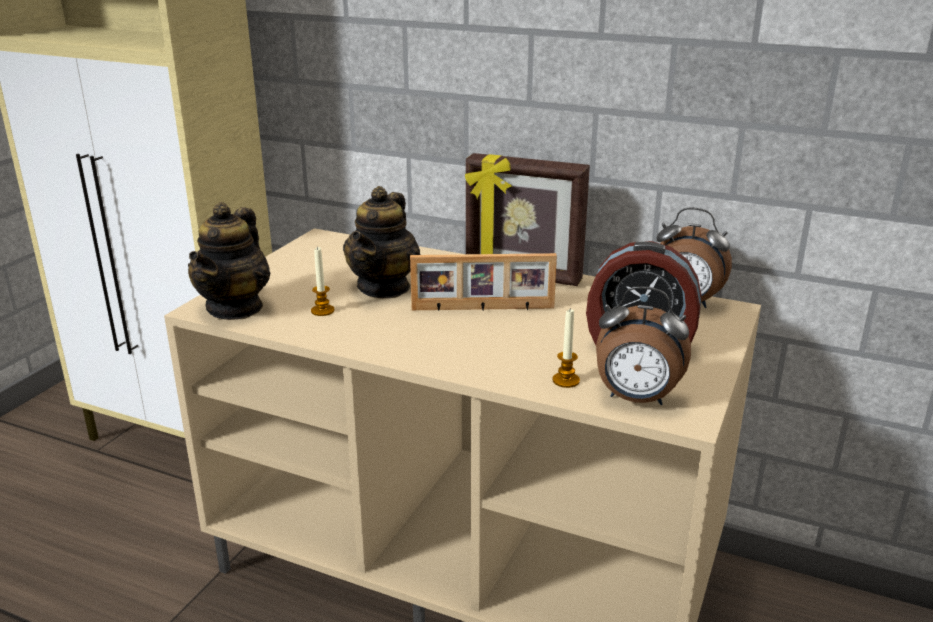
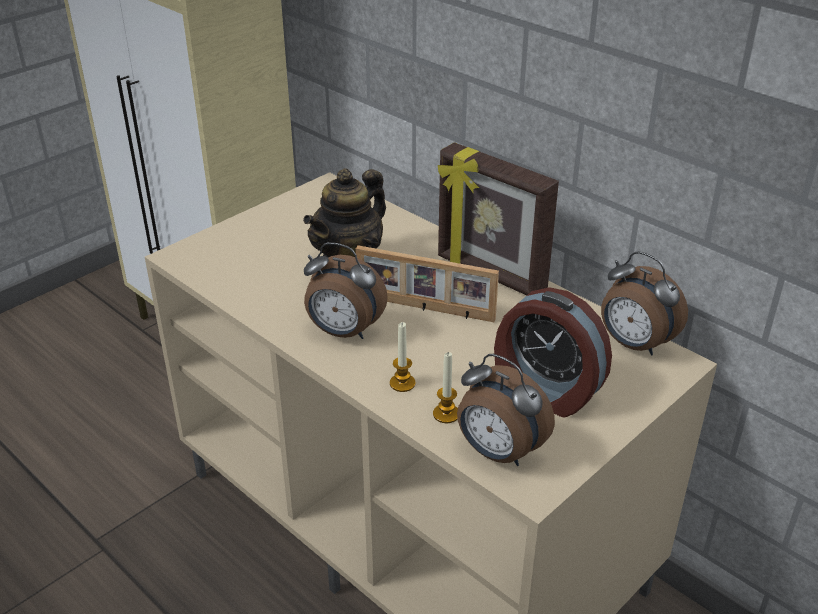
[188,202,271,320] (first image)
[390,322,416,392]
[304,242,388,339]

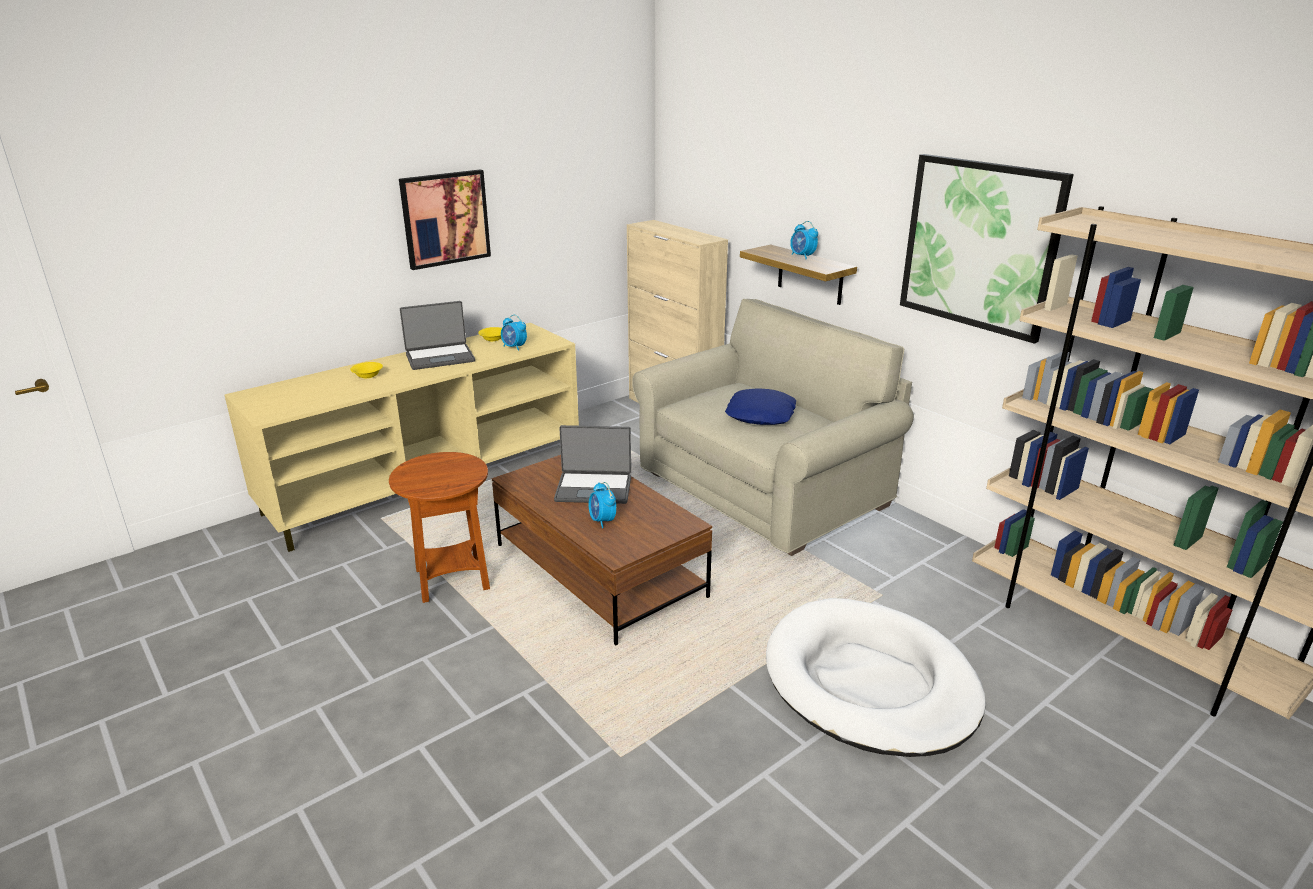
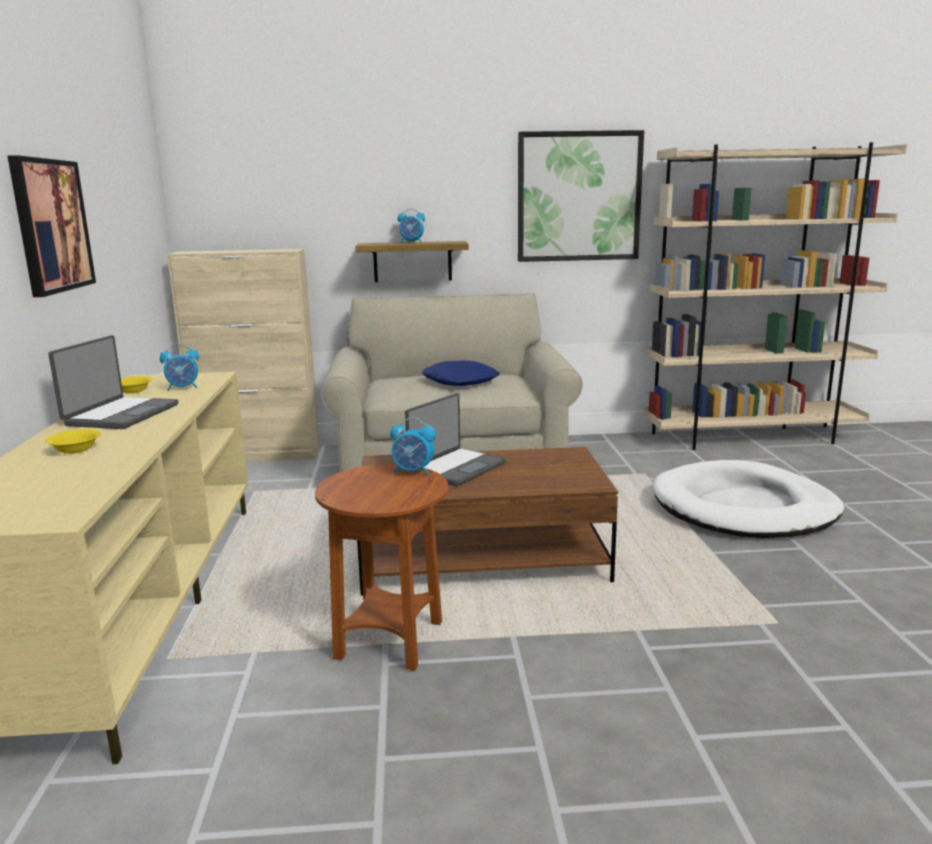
[390,417,436,475]

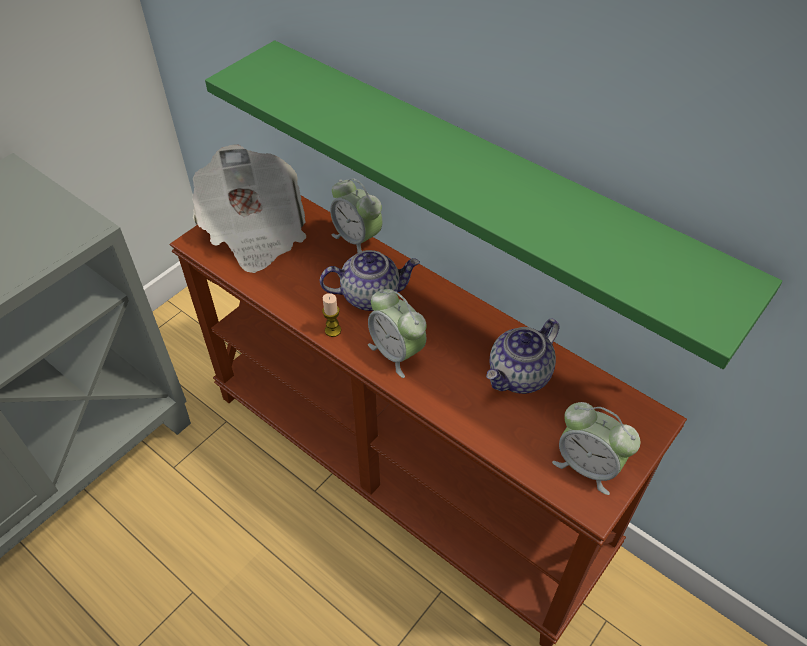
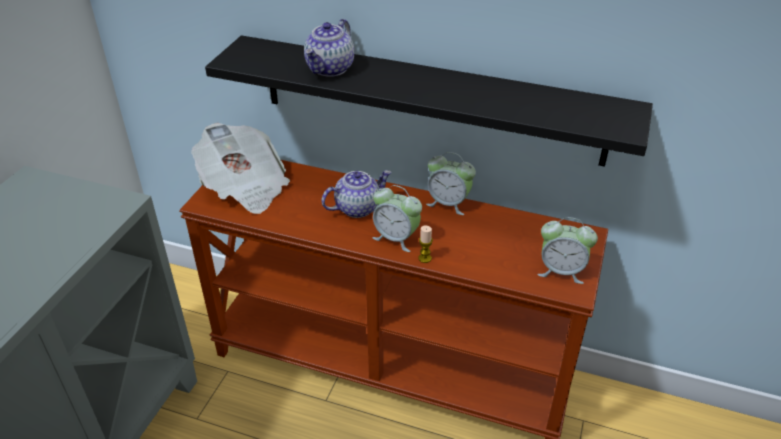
[205,35,653,167]
[426,152,476,215]
[418,226,433,263]
[304,19,354,77]

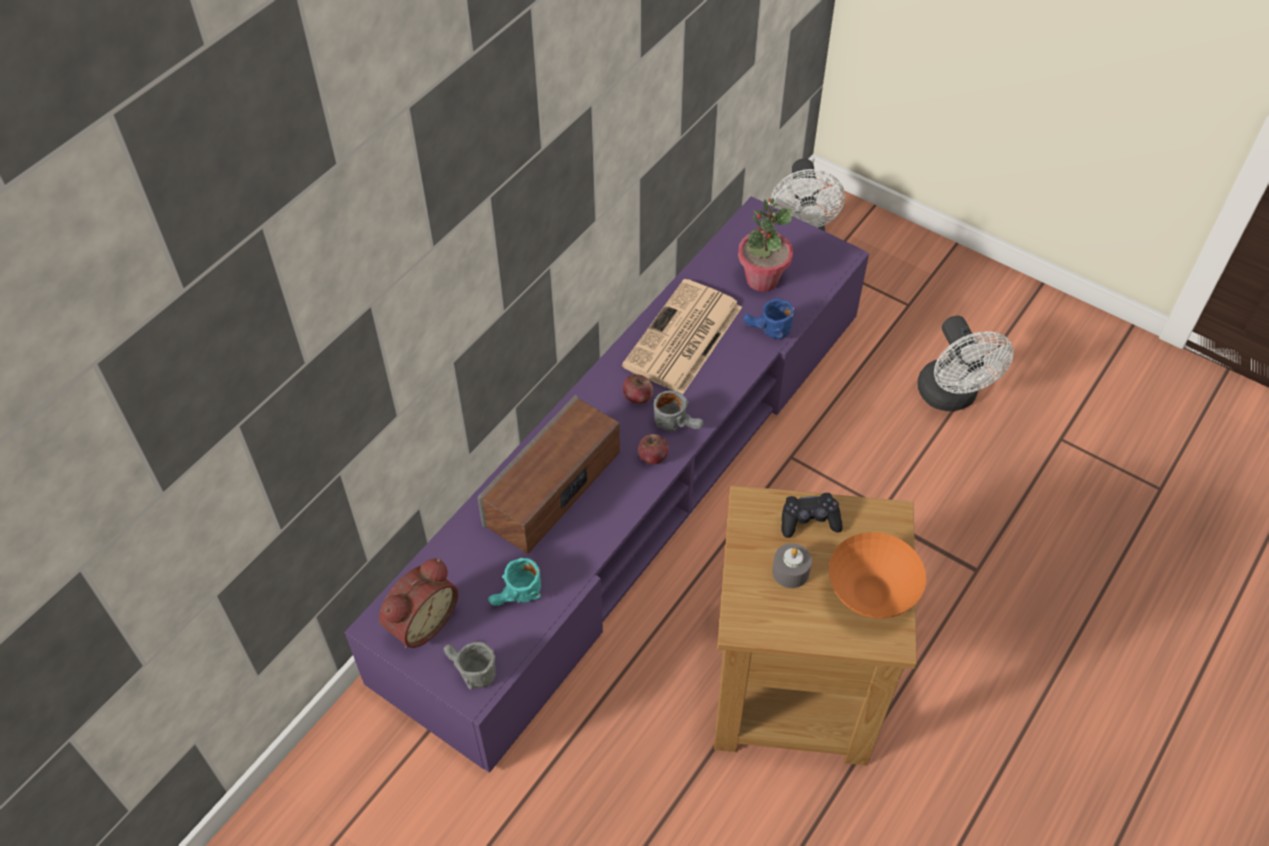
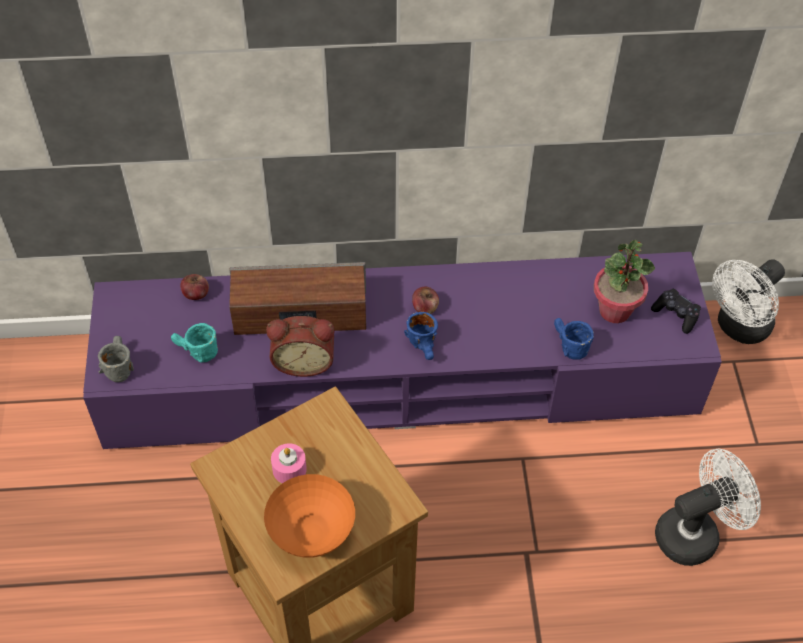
[622,279,742,394] (first image)
[655,449,761,566]
[404,312,438,360]
[180,274,209,300]
[651,289,701,334]
[271,443,307,483]
[266,316,335,377]

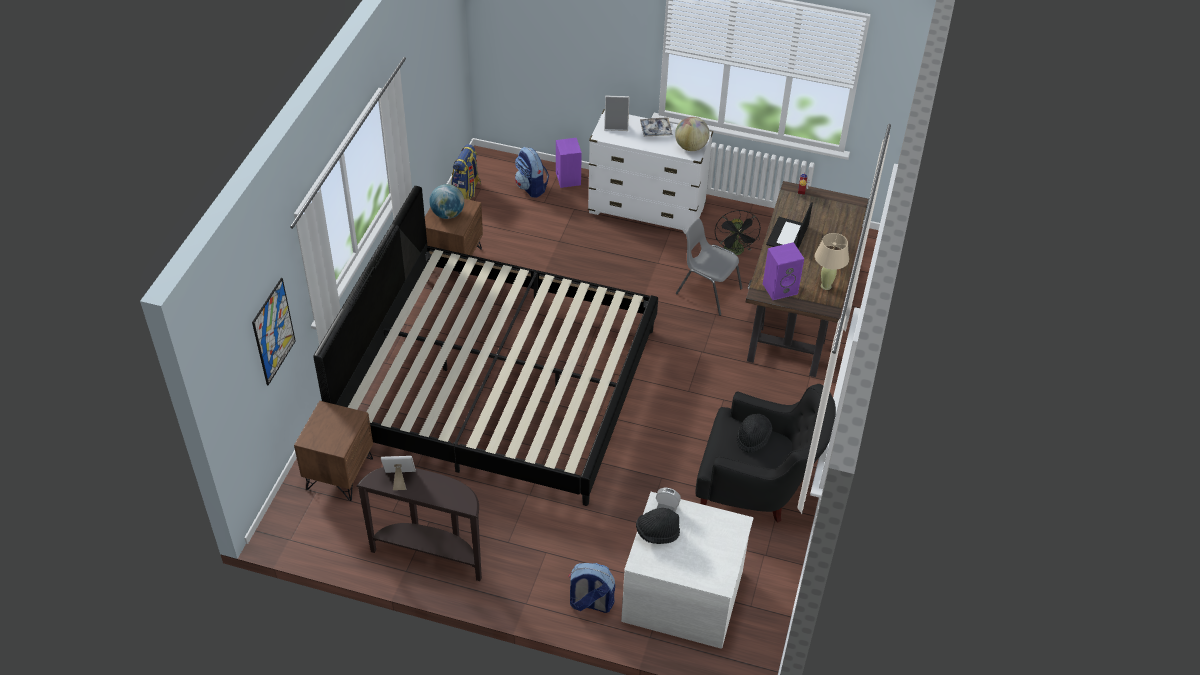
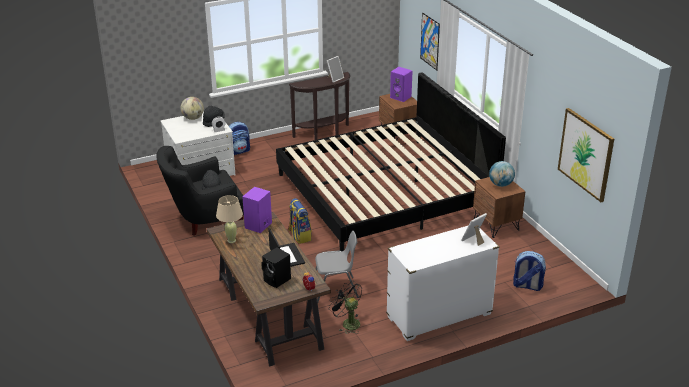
[181,97,204,120]
[640,118,672,137] (first image)
[390,67,412,102]
[288,198,312,244]
[558,108,614,202]
[261,247,291,288]

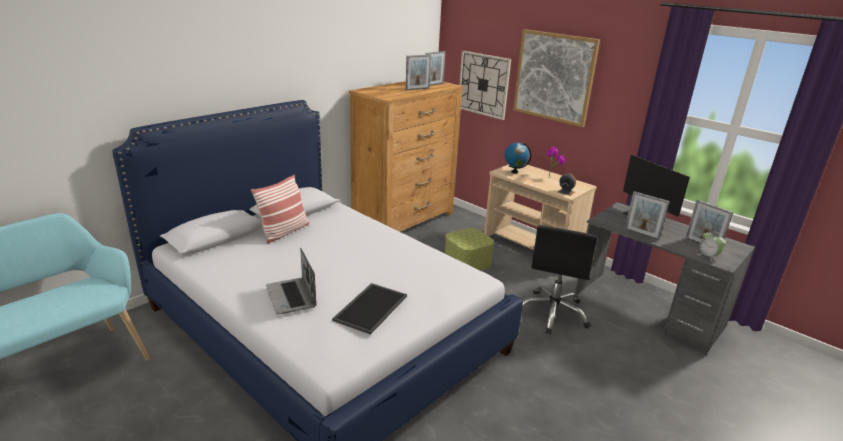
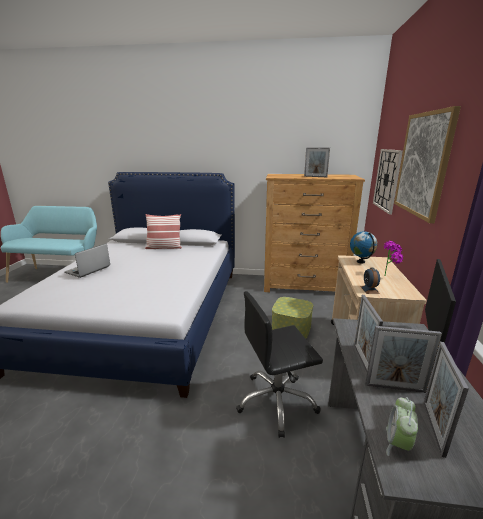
[365,326,442,393]
[332,283,407,334] (first image)

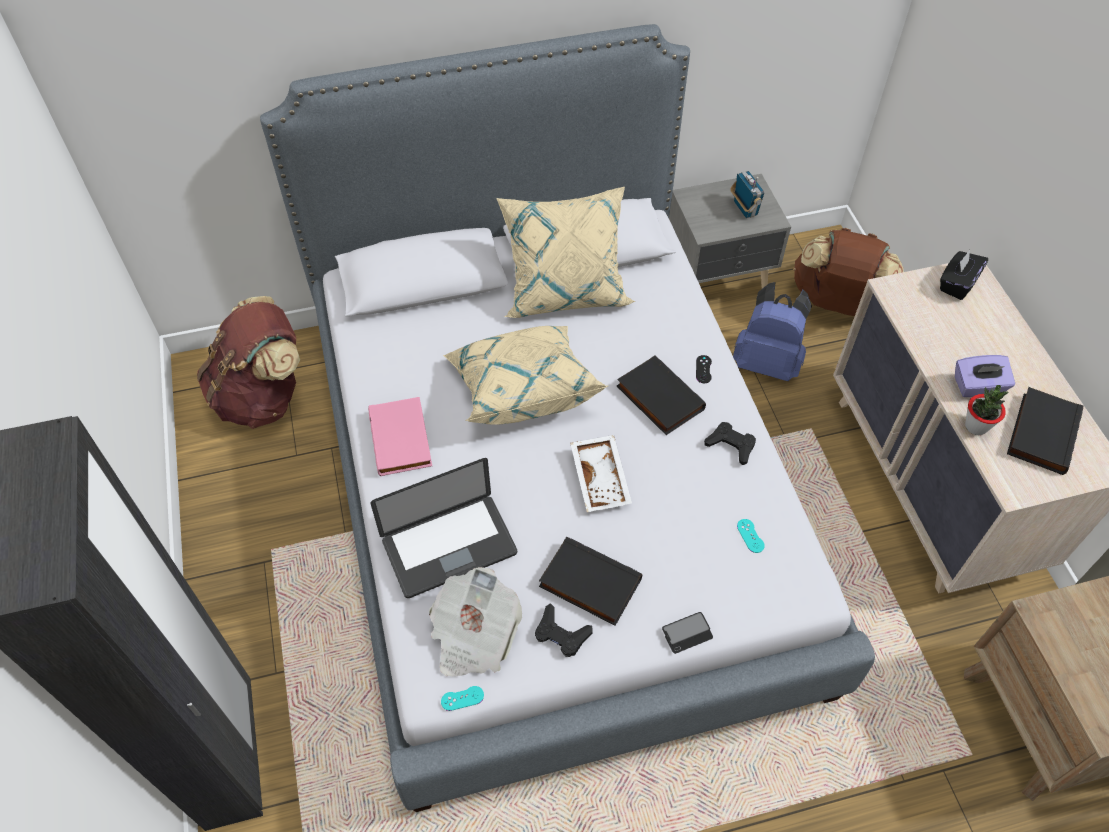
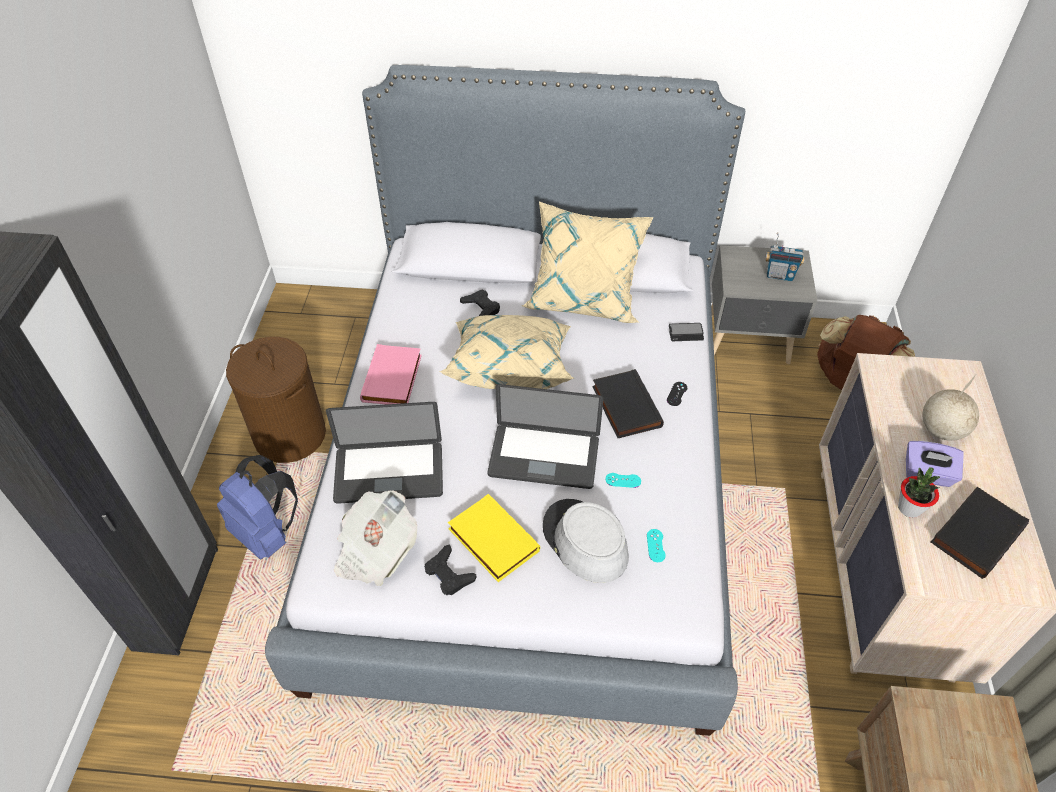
[765,232,805,281]
[940,250,988,300] (first image)
[217,455,298,559]
[197,296,300,429] (first image)
[460,290,500,316]
[487,384,604,489]
[448,494,540,582]
[669,323,704,341]
[605,473,641,488]
[226,337,326,463]
[922,375,979,441]
[543,499,629,583]

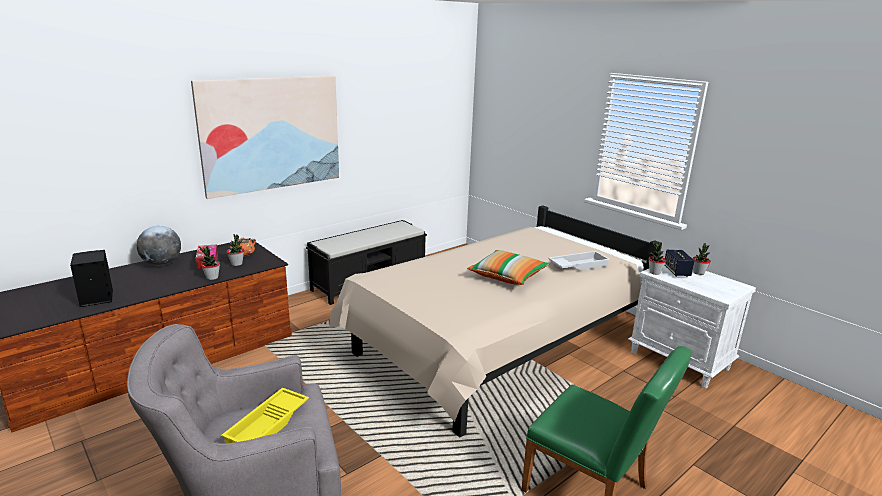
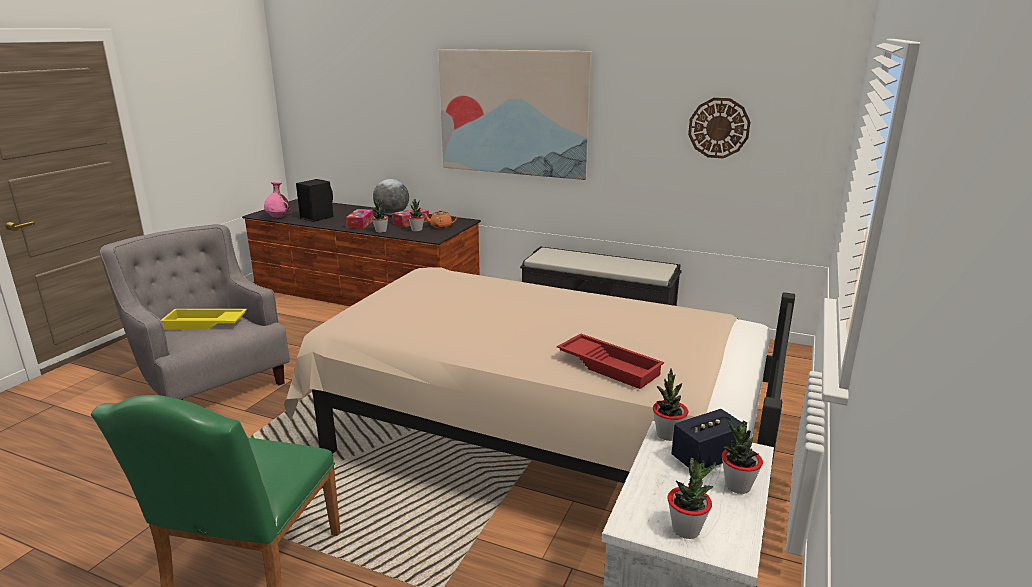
[467,250,549,285] (first image)
[557,334,664,389]
[688,98,750,158]
[264,182,290,219]
[346,209,373,229]
[667,458,716,539]

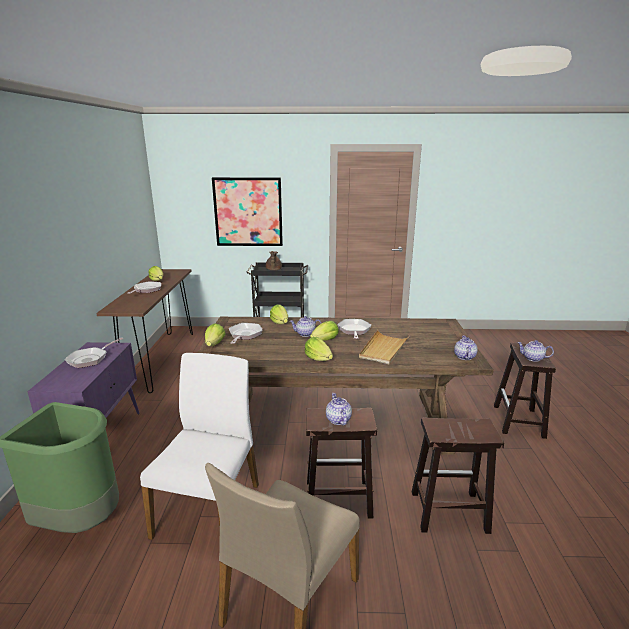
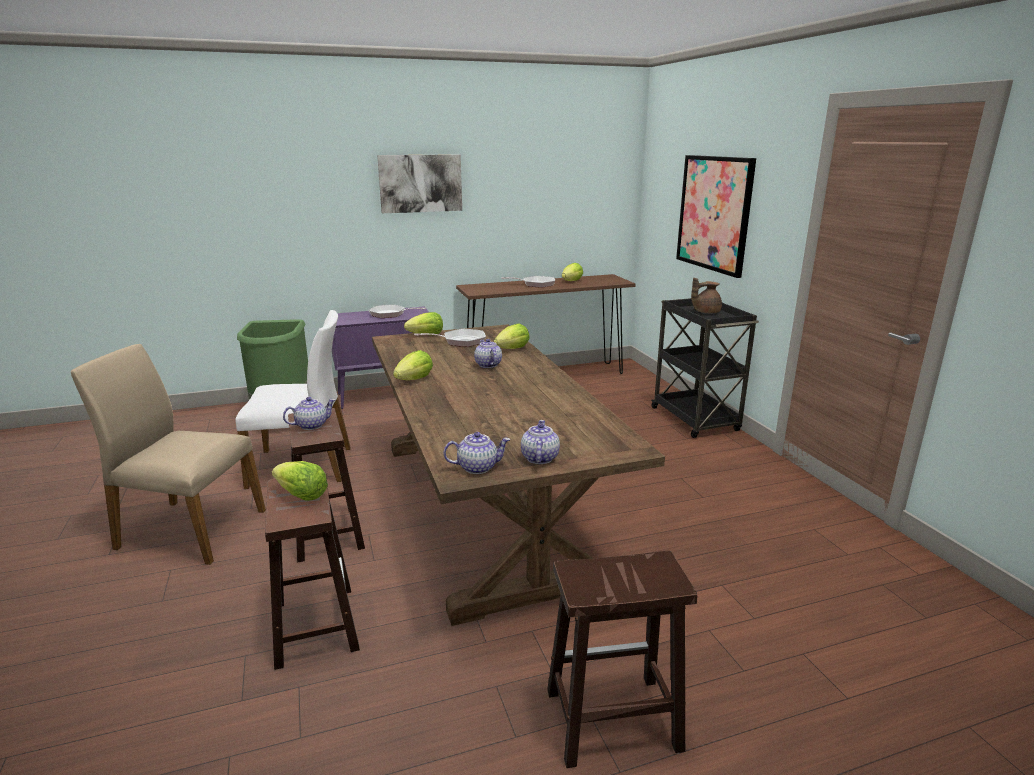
[337,319,371,339] (first image)
[272,461,328,501]
[359,330,410,365] (first image)
[521,420,560,464]
[377,154,462,213]

